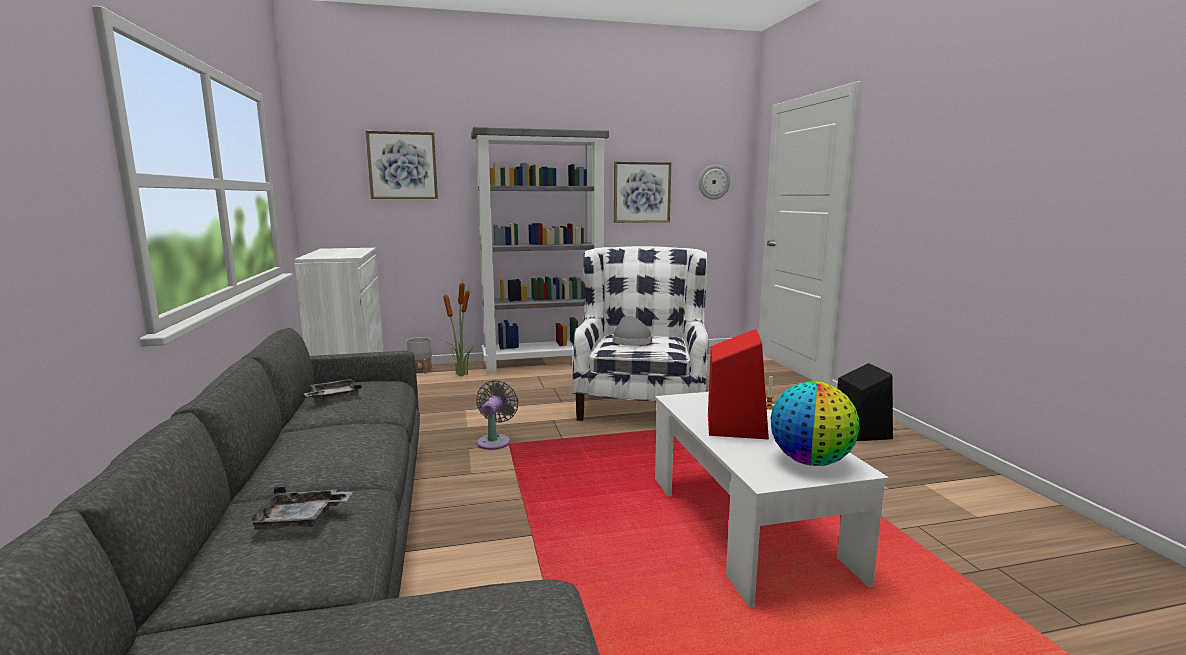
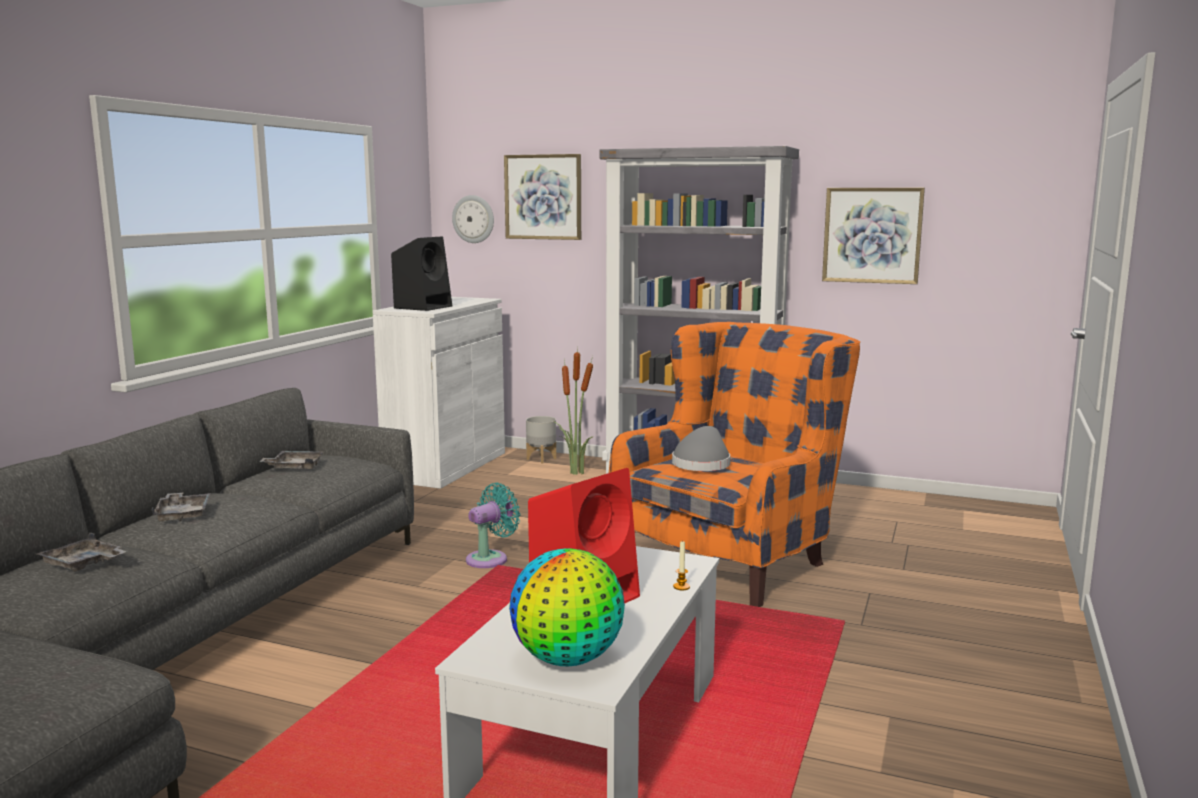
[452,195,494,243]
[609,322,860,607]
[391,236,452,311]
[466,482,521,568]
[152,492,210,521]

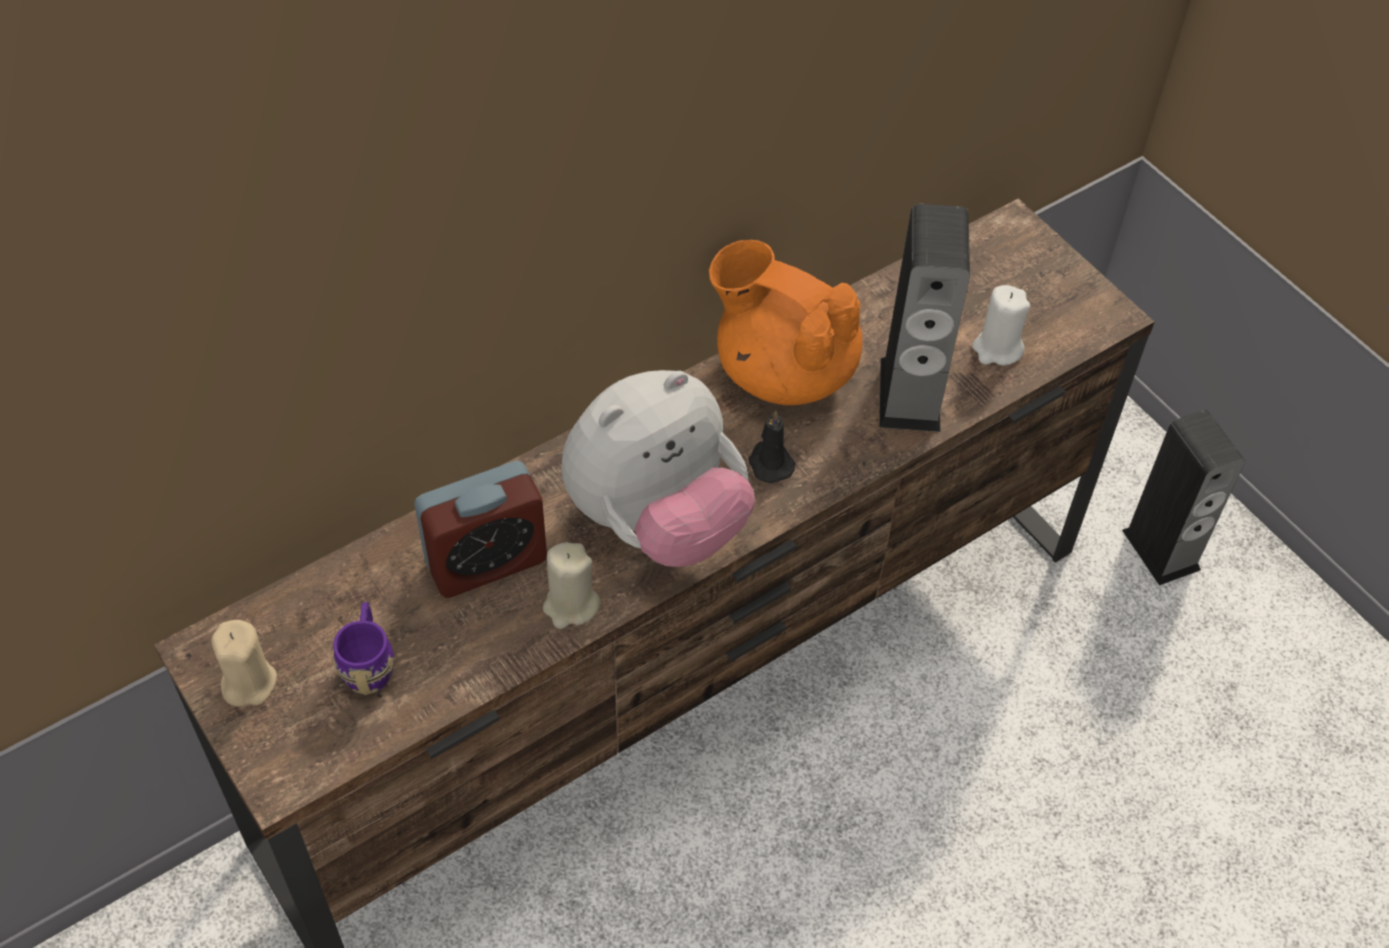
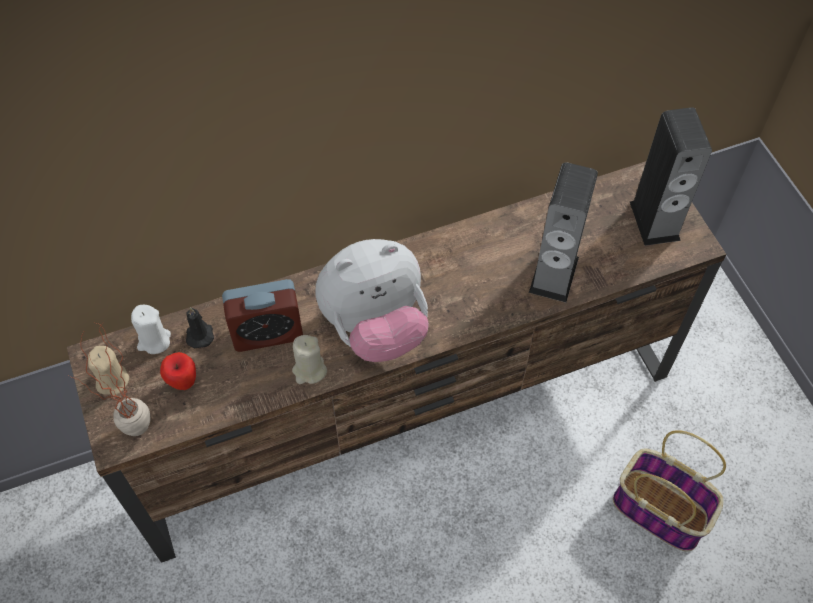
[709,240,862,405] (first image)
[131,305,171,354]
[630,107,712,246]
[186,307,214,348]
[160,352,196,390]
[67,322,151,436]
[613,430,726,552]

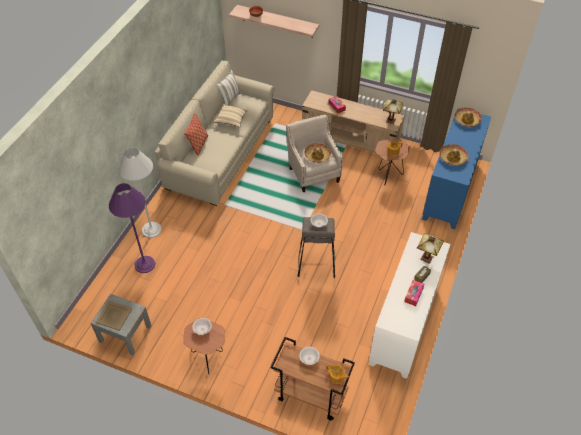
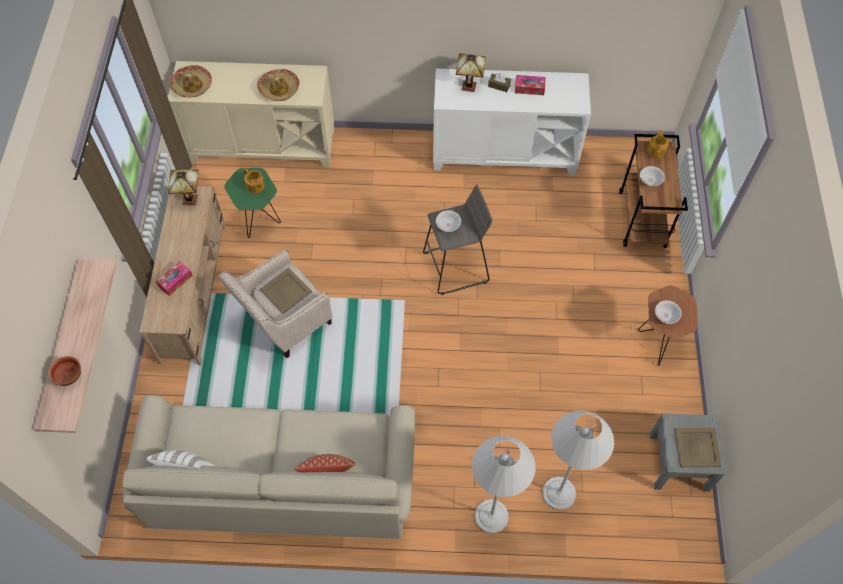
[214,104,249,127] (first image)
[168,61,334,167]
[225,168,281,238]
[260,268,312,314]
[542,410,614,510]

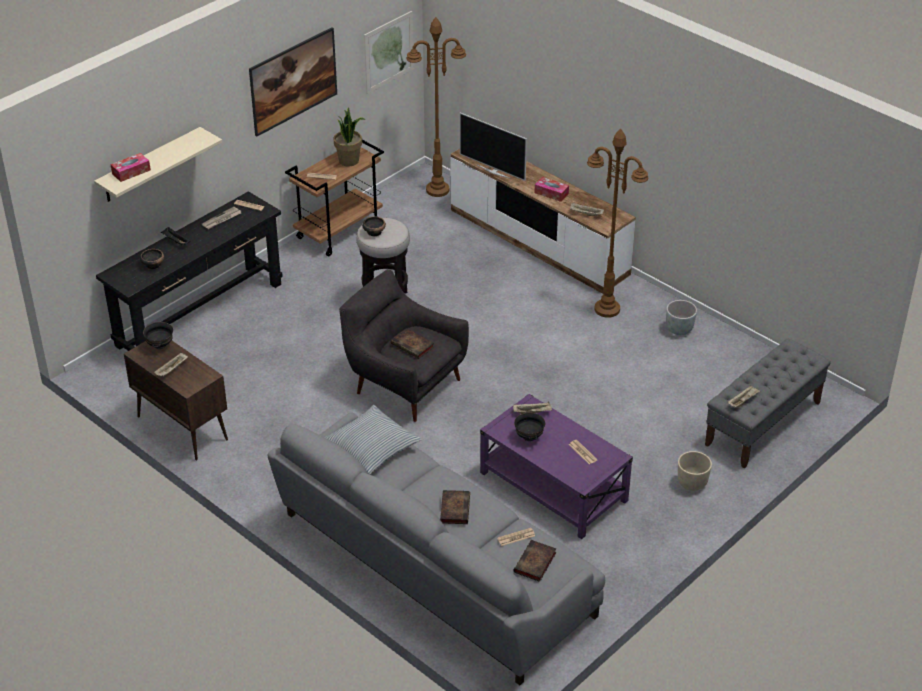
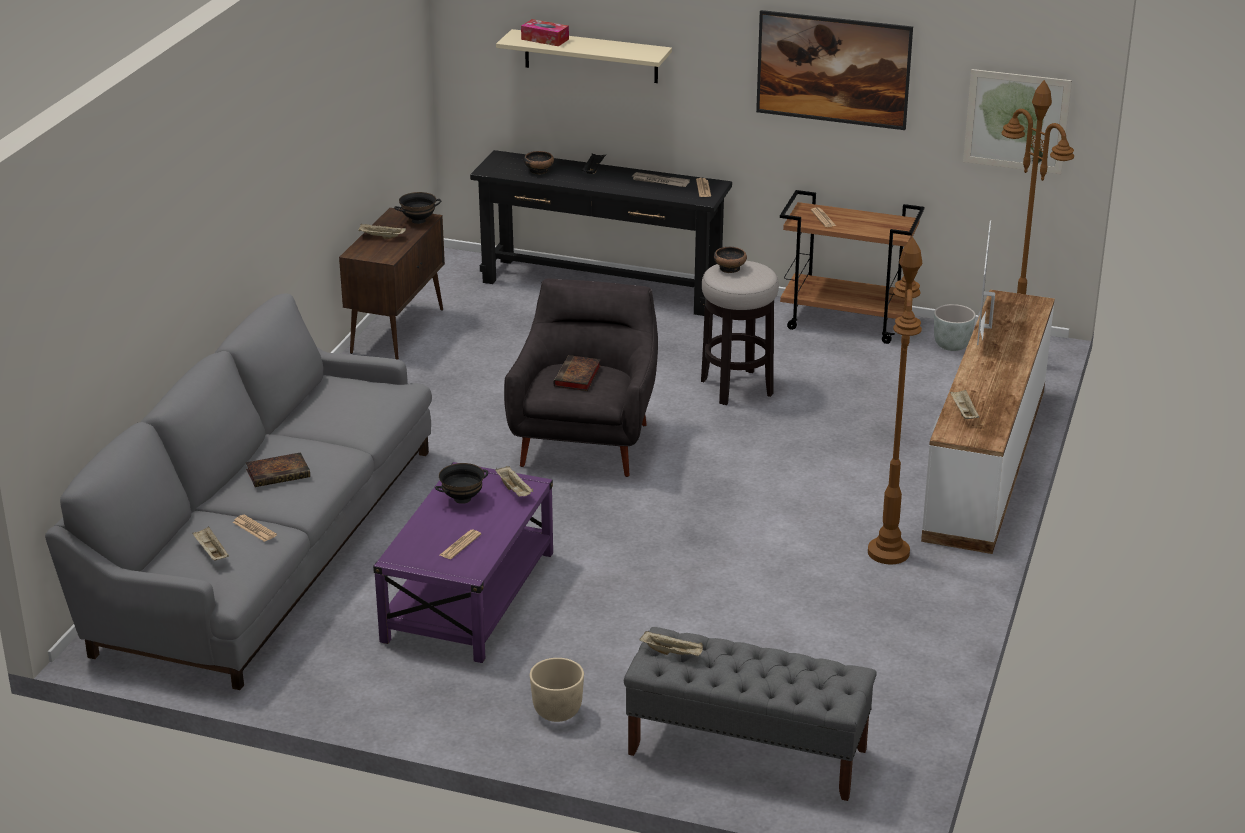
[334,107,365,167] (first image)
[534,177,569,202] (first image)
[934,304,976,351]
[324,405,422,475] (first image)
[193,527,229,560]

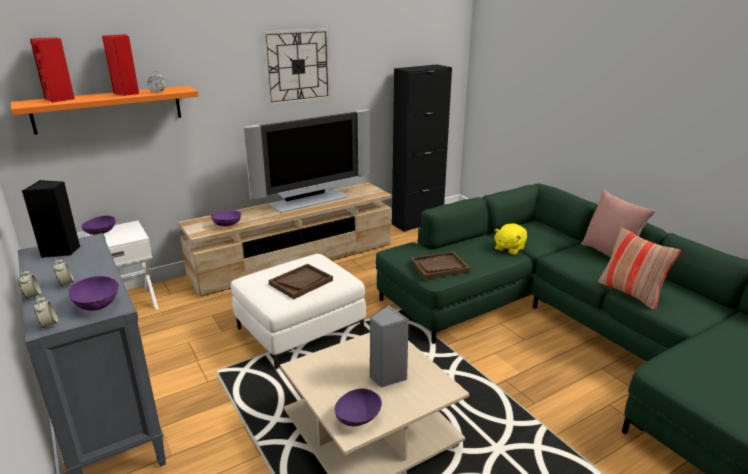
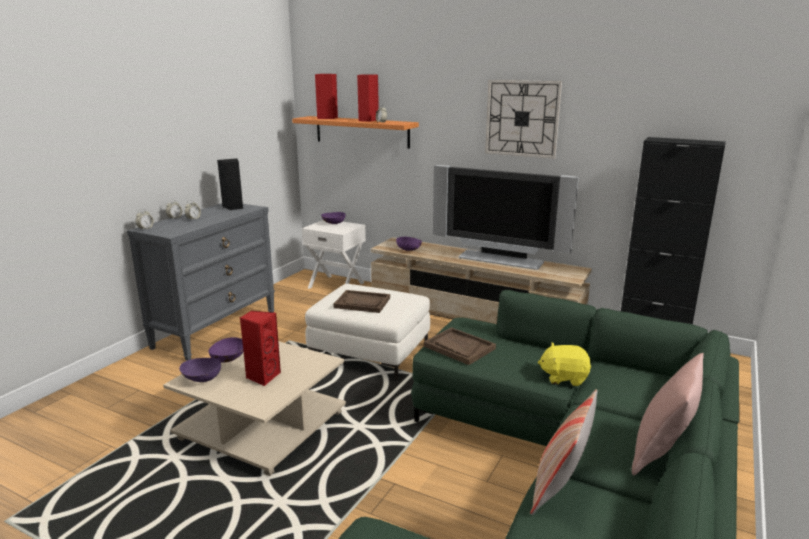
[208,337,244,363]
[240,310,281,386]

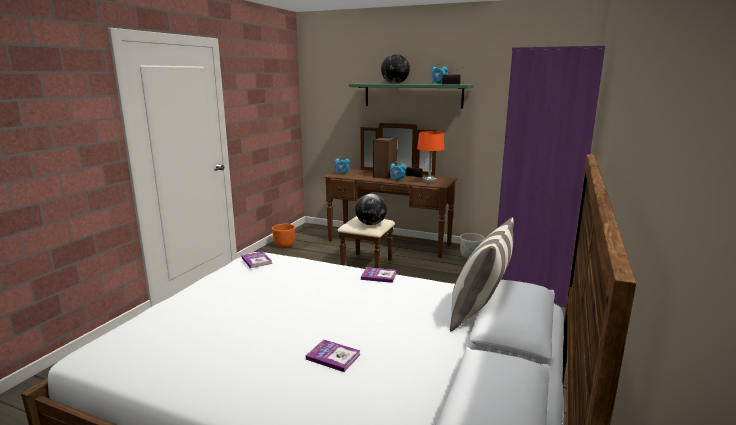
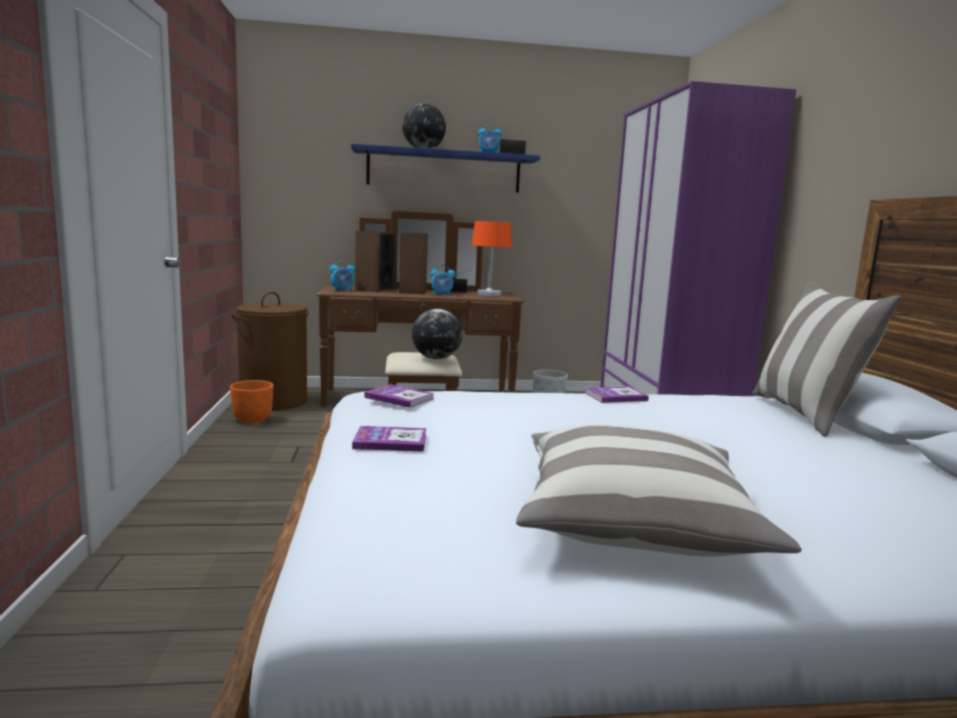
[351,144,540,193]
[352,426,426,452]
[355,231,395,292]
[232,292,309,410]
[516,424,802,556]

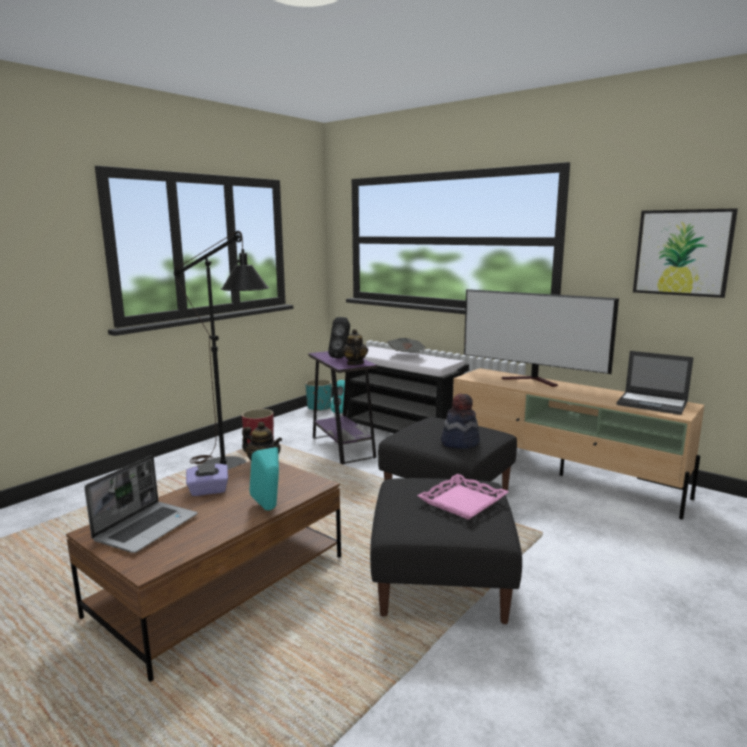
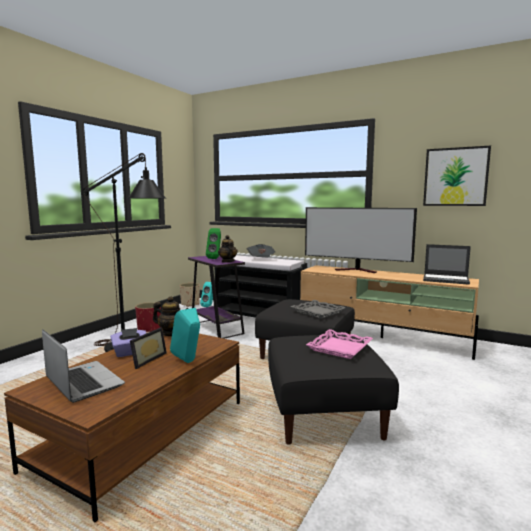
[206,228,221,259]
[180,283,200,307]
[291,300,346,319]
[42,329,125,403]
[130,327,167,369]

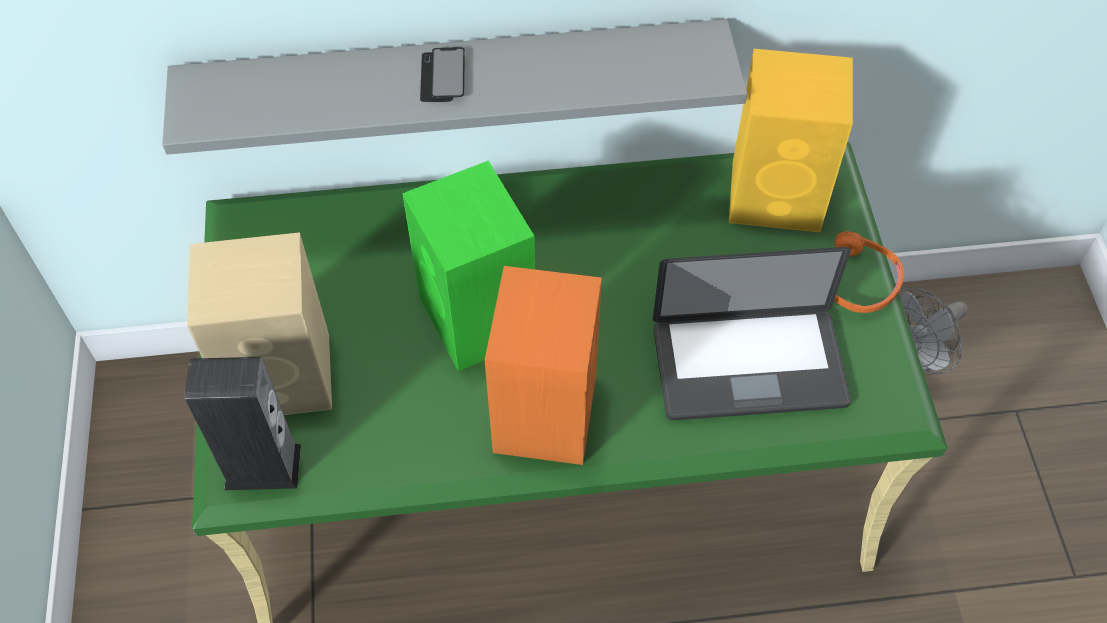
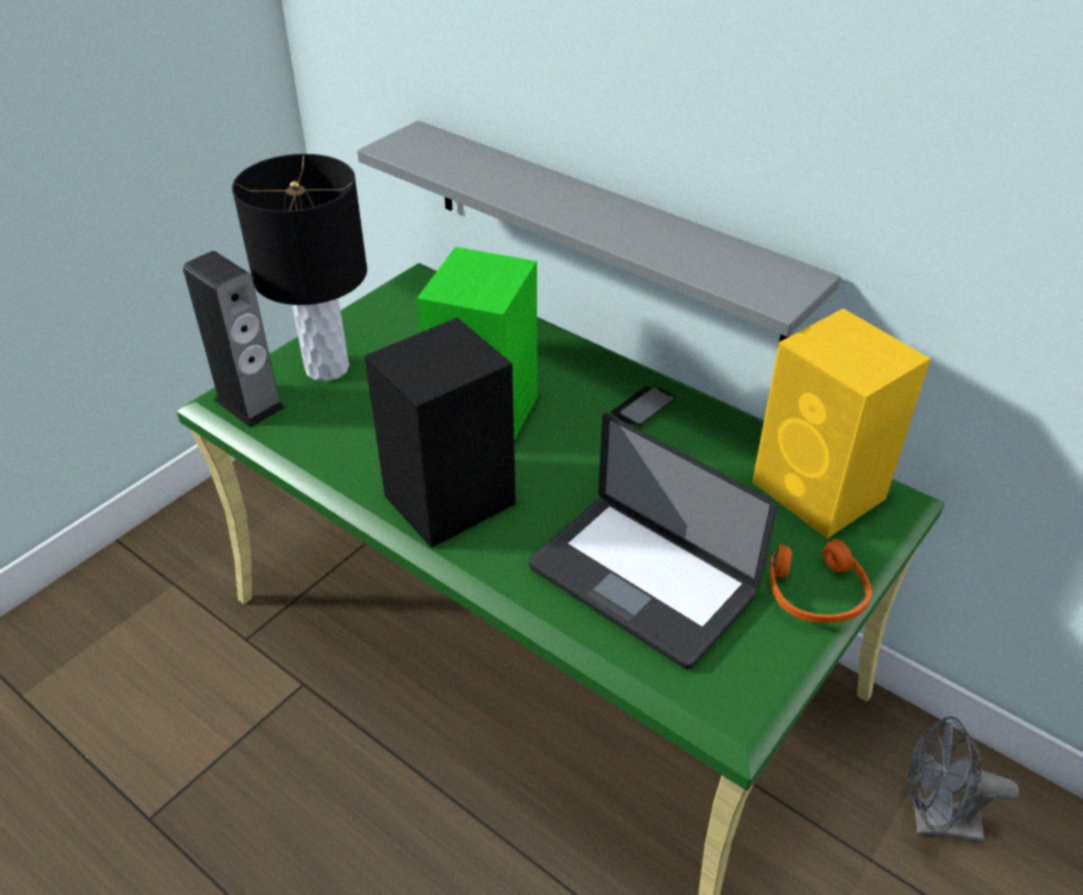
[611,386,676,425]
[232,154,367,381]
[364,317,516,548]

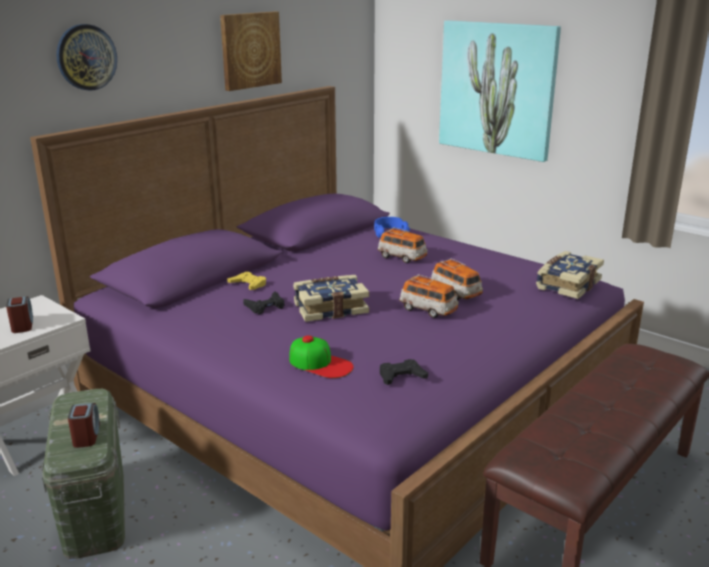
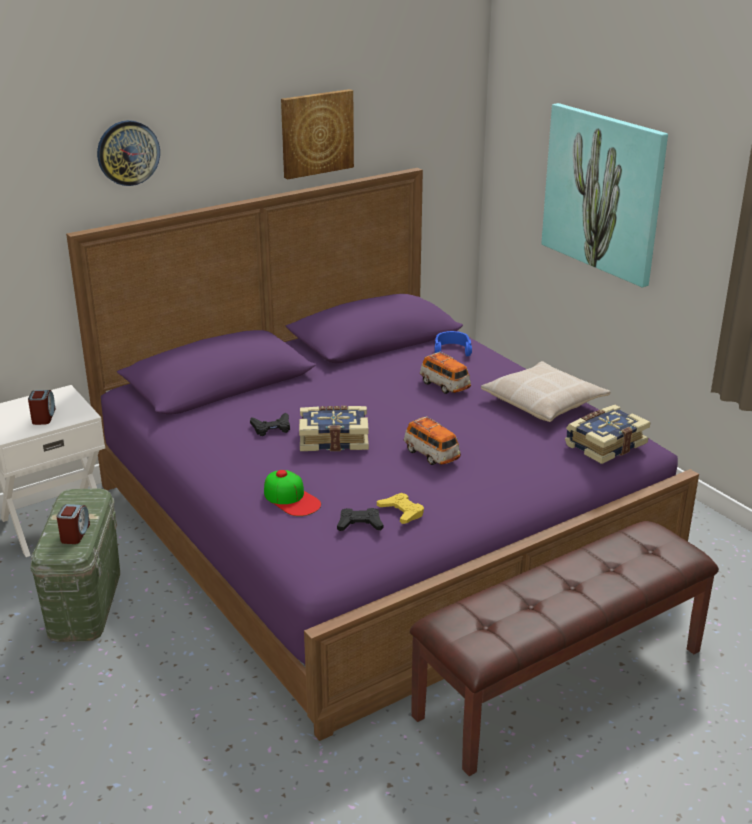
[431,258,483,300] (first image)
[377,493,424,524]
[481,361,610,422]

